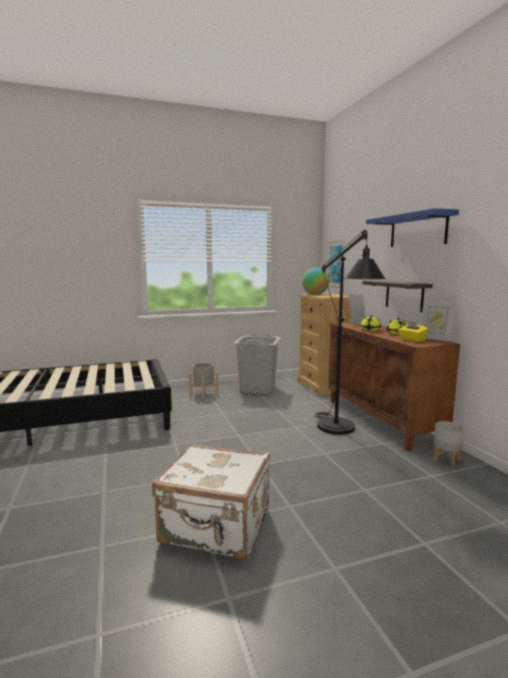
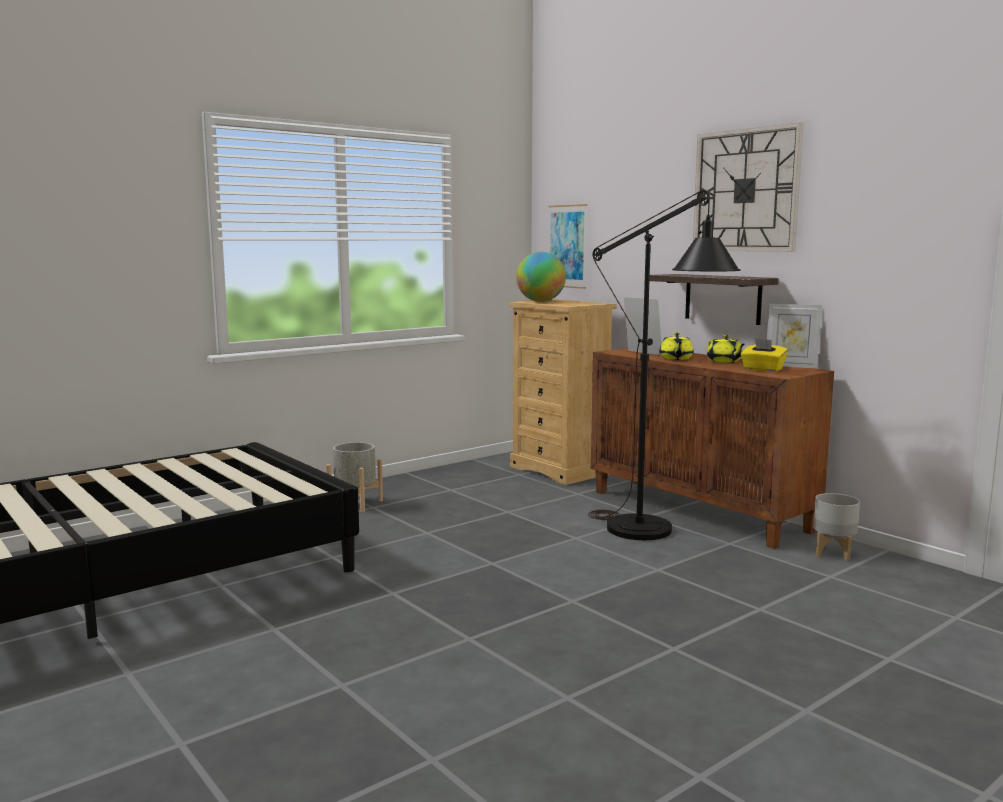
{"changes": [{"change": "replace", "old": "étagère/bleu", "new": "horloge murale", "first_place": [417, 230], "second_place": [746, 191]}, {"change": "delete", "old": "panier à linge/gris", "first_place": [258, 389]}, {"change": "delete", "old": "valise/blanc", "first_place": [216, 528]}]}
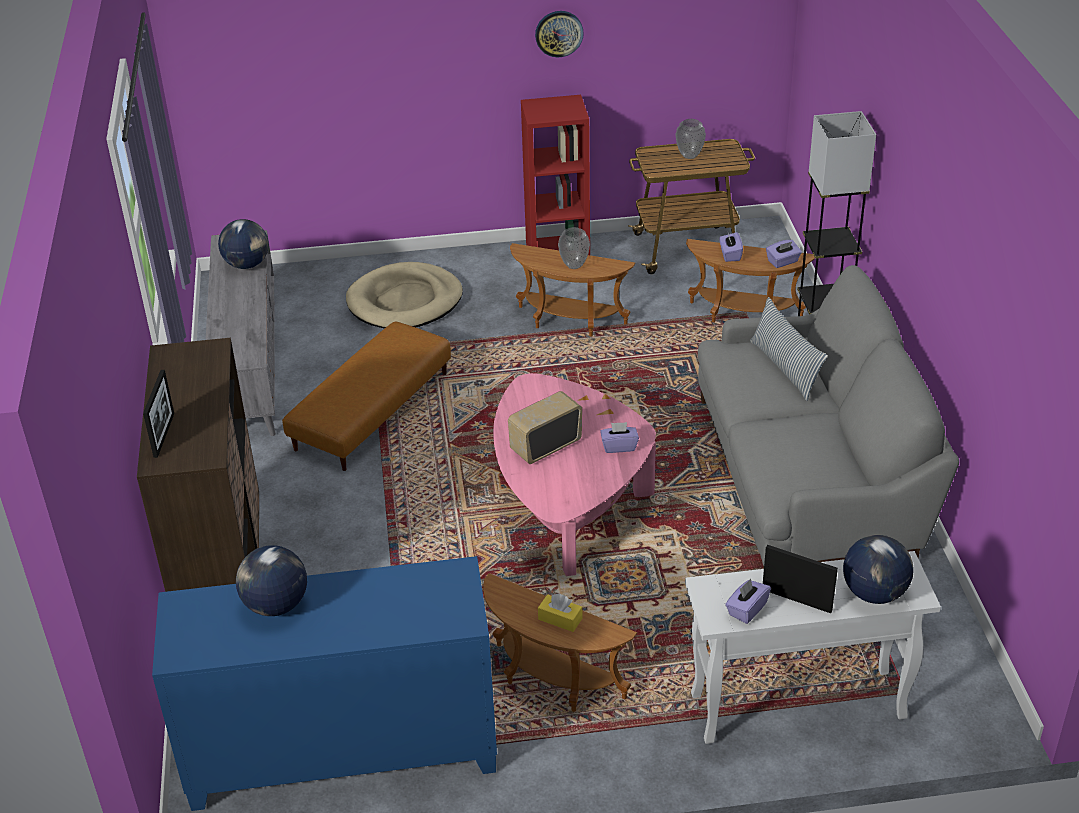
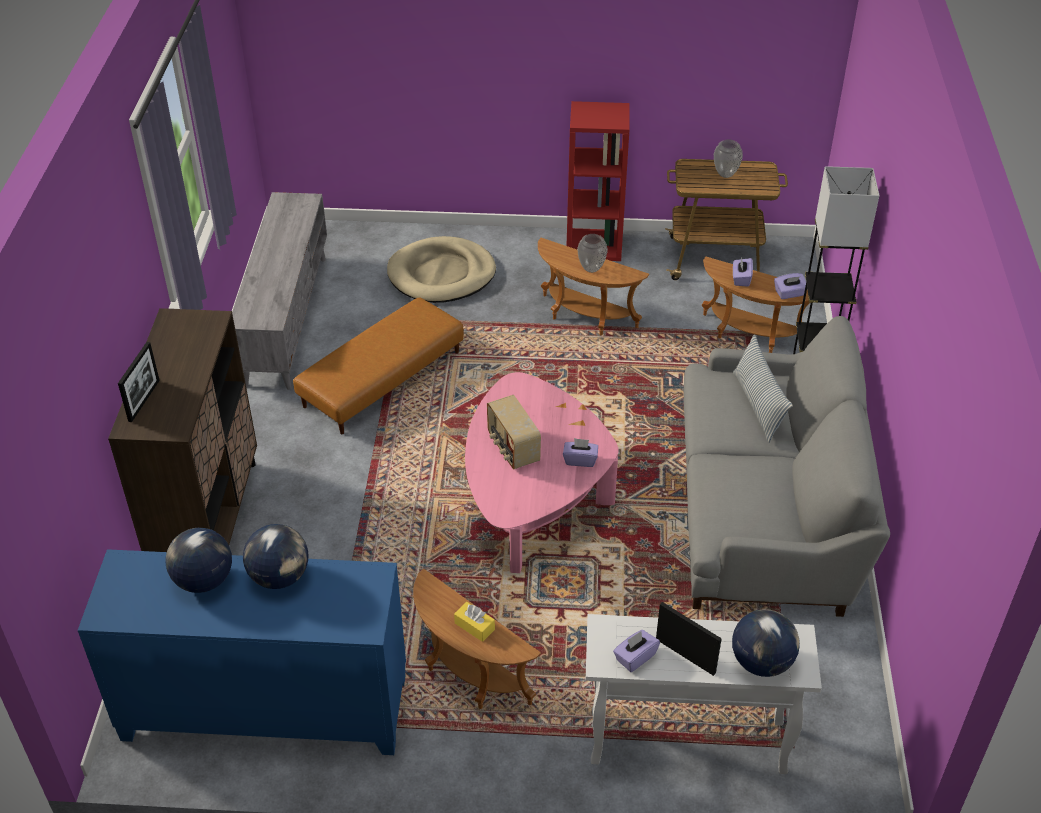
{"changes": [{"change": "delete", "old": "horloge murale", "first_place": [559, 33]}, {"change": "move", "old": "globe", "first_place": [247, 264], "second_place": [280, 577]}, {"change": "rotate", "old": "radio", "first_place": [545, 446], "second_place": [512, 448], "degrees": -90}]}
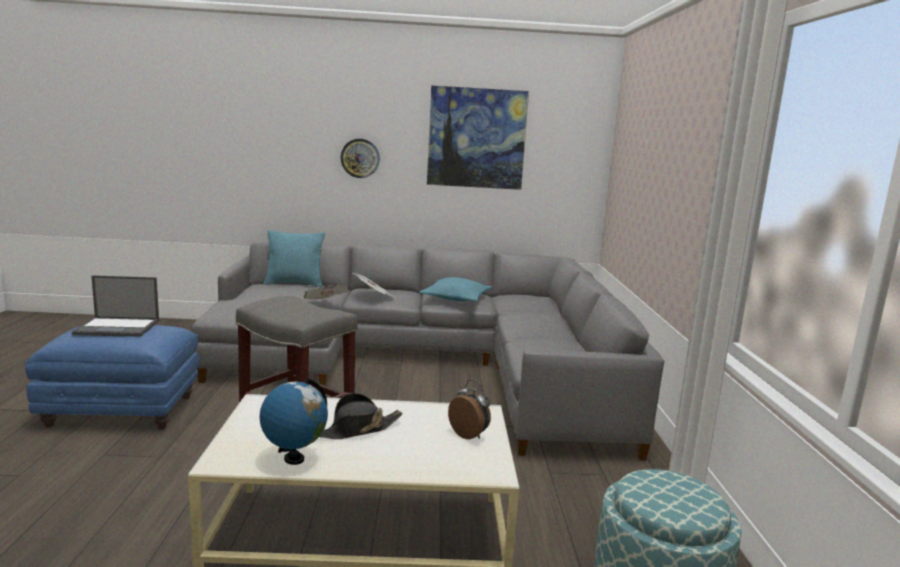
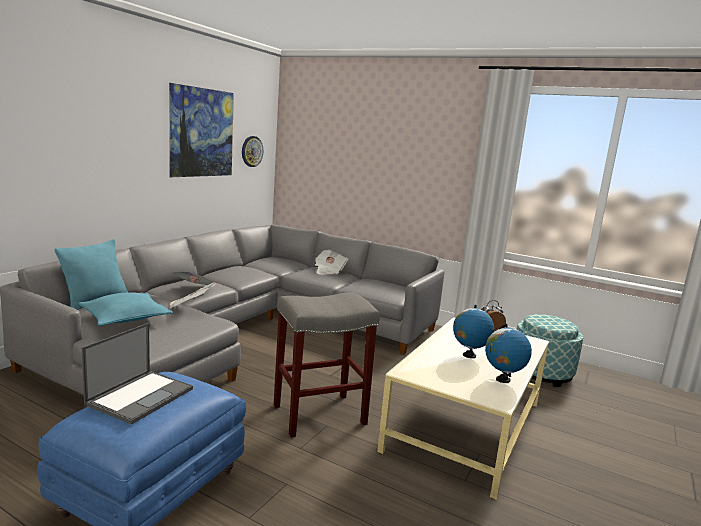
{"changes": [{"change": "move", "old": "horloge murale", "first_place": [360, 158], "second_place": [251, 151]}, {"change": "move", "old": "coussin/turquoise", "first_place": [456, 298], "second_place": [125, 318]}, {"change": "replace", "old": "chapeau/noir", "new": "globe", "first_place": [357, 429], "second_place": [469, 355]}, {"change": "insert", "new": "journal", "second_place": [329, 271]}]}
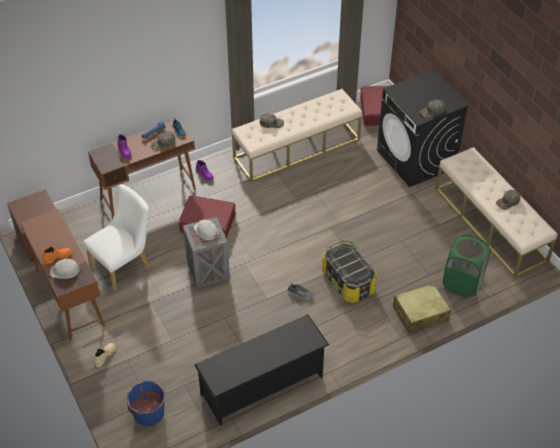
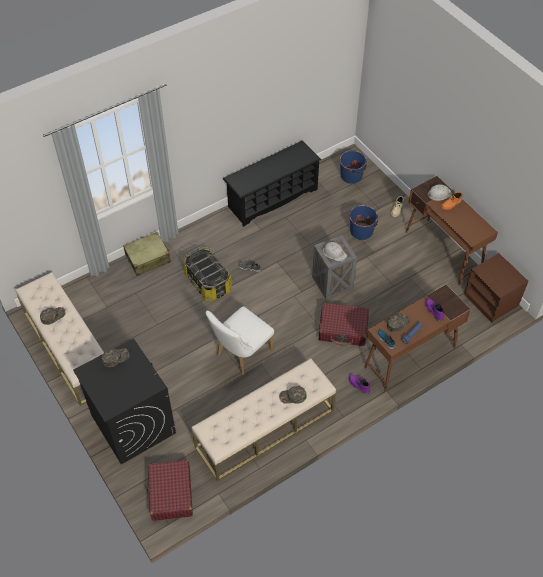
{"changes": [{"change": "move", "old": "chaise/blanc", "first_place": [124, 265], "second_place": [241, 354]}, {"change": "delete", "old": "panier à linge/vert", "first_place": [462, 283]}, {"change": "insert", "new": "seau/bleu", "second_place": [362, 231]}]}
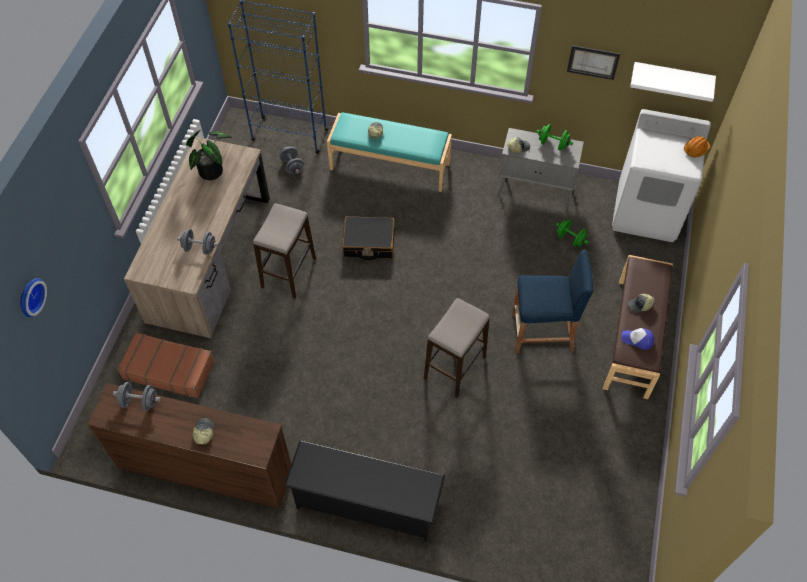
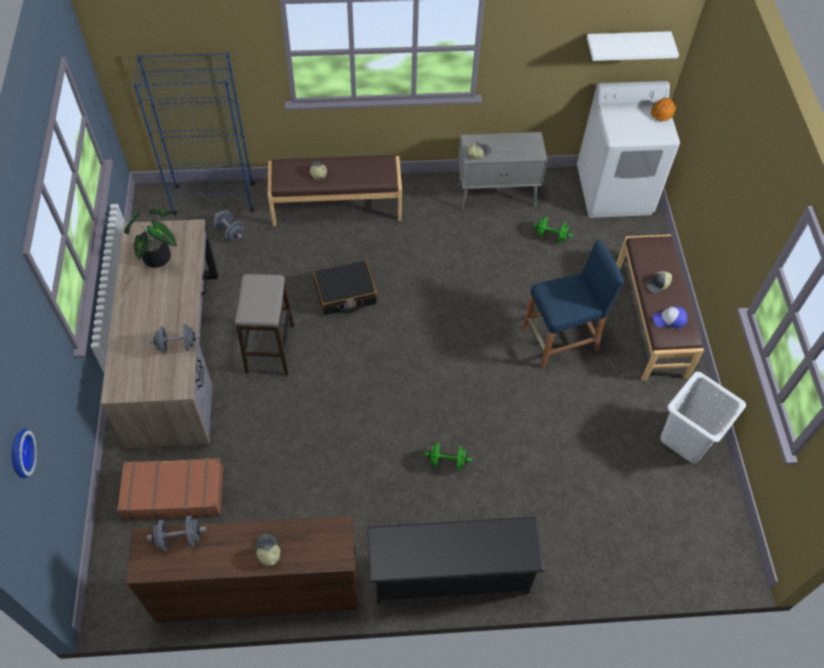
{"changes": [{"change": "delete", "old": "tableau", "first_place": [593, 62]}, {"change": "recolor", "old": "banc/turquoise", "new": "banc/marron", "first_place": [390, 166], "second_place": [336, 206]}, {"change": "move", "old": "haltère/vert", "first_place": [553, 144], "second_place": [447, 462]}, {"change": "delete", "old": "tabouret", "first_place": [455, 368]}, {"change": "insert", "new": "panier à linge/blanc", "second_place": [687, 438]}]}
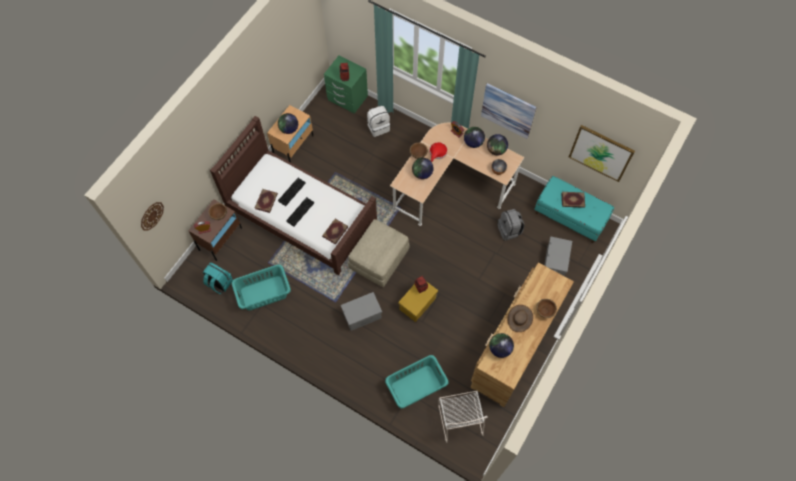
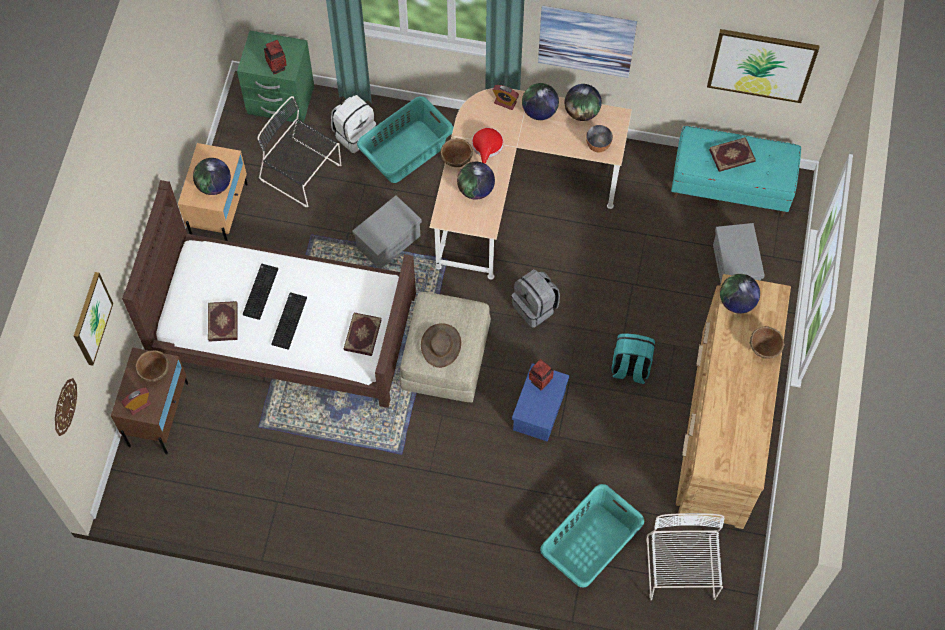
{"changes": [{"change": "move", "old": "sac à dos/gris", "first_place": [509, 230], "second_place": [535, 307]}, {"change": "move", "old": "sac à dos/turquoise", "first_place": [219, 283], "second_place": [630, 368]}, {"change": "move", "old": "panier à linge/turquoise", "first_place": [263, 293], "second_place": [405, 151]}, {"change": "recolor", "old": "boîte de rangement/jaune", "new": "boîte de rangement/bleu", "first_place": [417, 304], "second_place": [539, 411]}, {"change": "move", "old": "boîte de rangement/gris", "first_place": [362, 315], "second_place": [388, 241]}, {"change": "move", "old": "chapeau/marron", "first_place": [520, 318], "second_place": [441, 345]}, {"change": "move", "old": "globe", "first_place": [500, 349], "second_place": [737, 302]}, {"change": "rotate", "old": "chaise/blanc", "first_place": [460, 418], "second_place": [680, 571], "degrees": -150}, {"change": "insert", "new": "chaise/noir", "second_place": [302, 174]}, {"change": "insert", "new": "tableau", "second_place": [91, 318]}]}
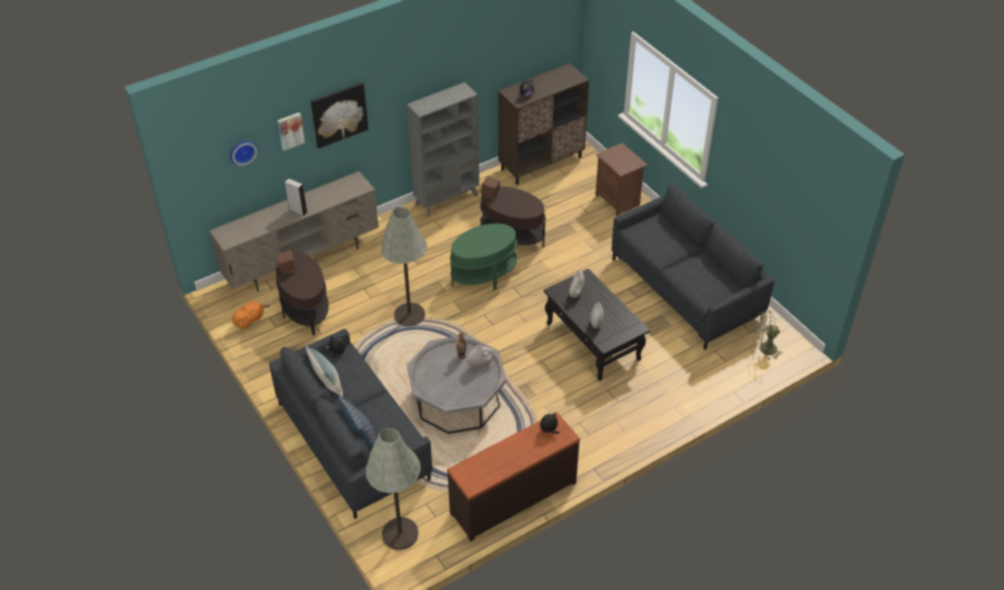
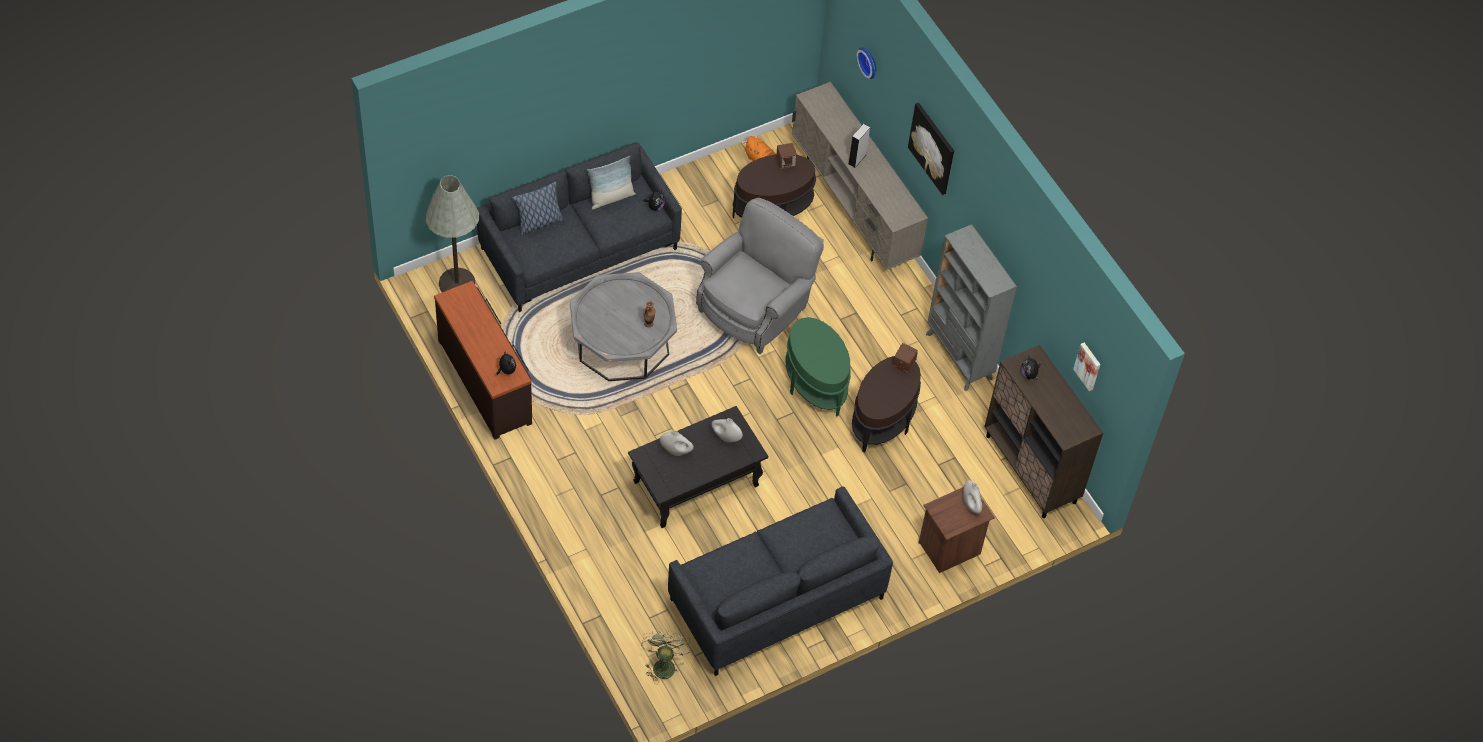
{"changes": [{"change": "move", "old": "tableau", "first_place": [290, 130], "second_place": [1088, 366]}, {"change": "replace", "old": "lampadaire/gris", "new": "fauteuil/gris", "first_place": [409, 315], "second_place": [756, 306]}, {"change": "move", "old": "vase/blanc", "first_place": [480, 365], "second_place": [971, 505]}]}
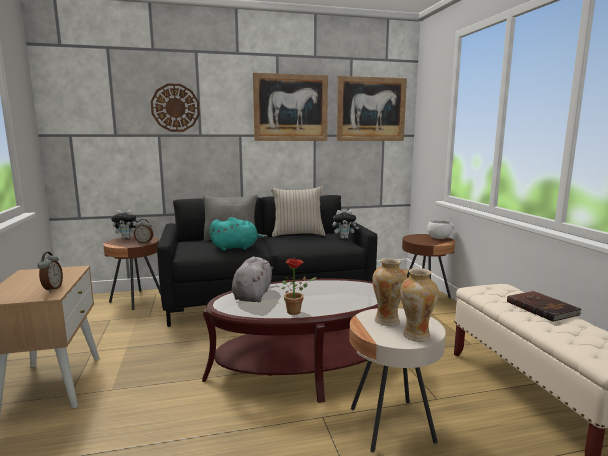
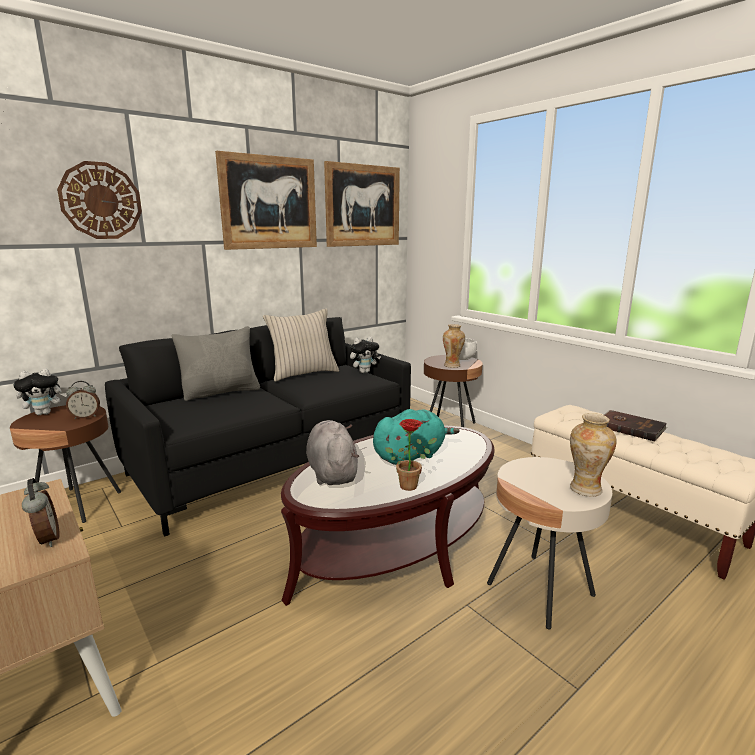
{"changes": [{"change": "move", "old": "peluche/turquoise", "first_place": [237, 248], "second_place": [411, 456]}, {"change": "move", "old": "vase", "first_place": [388, 321], "second_place": [452, 366]}]}
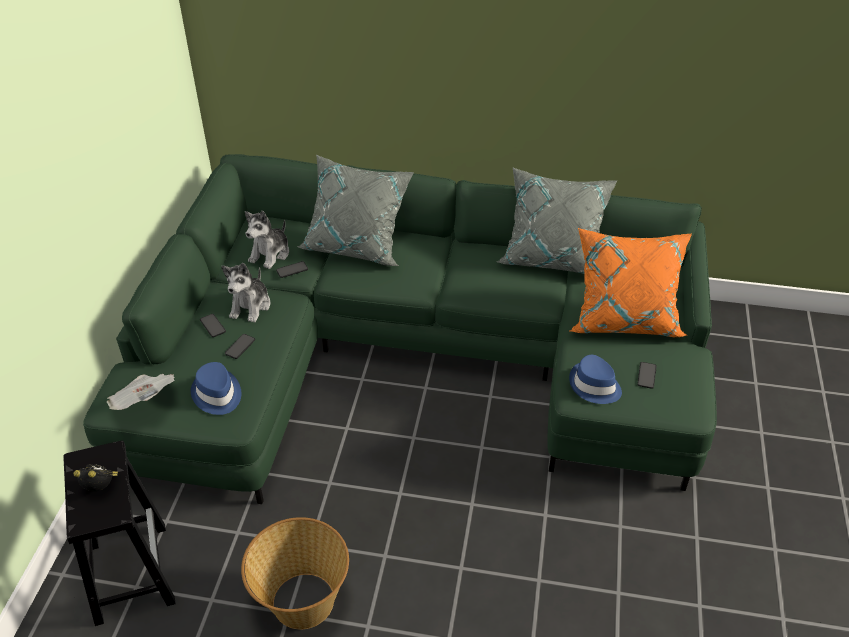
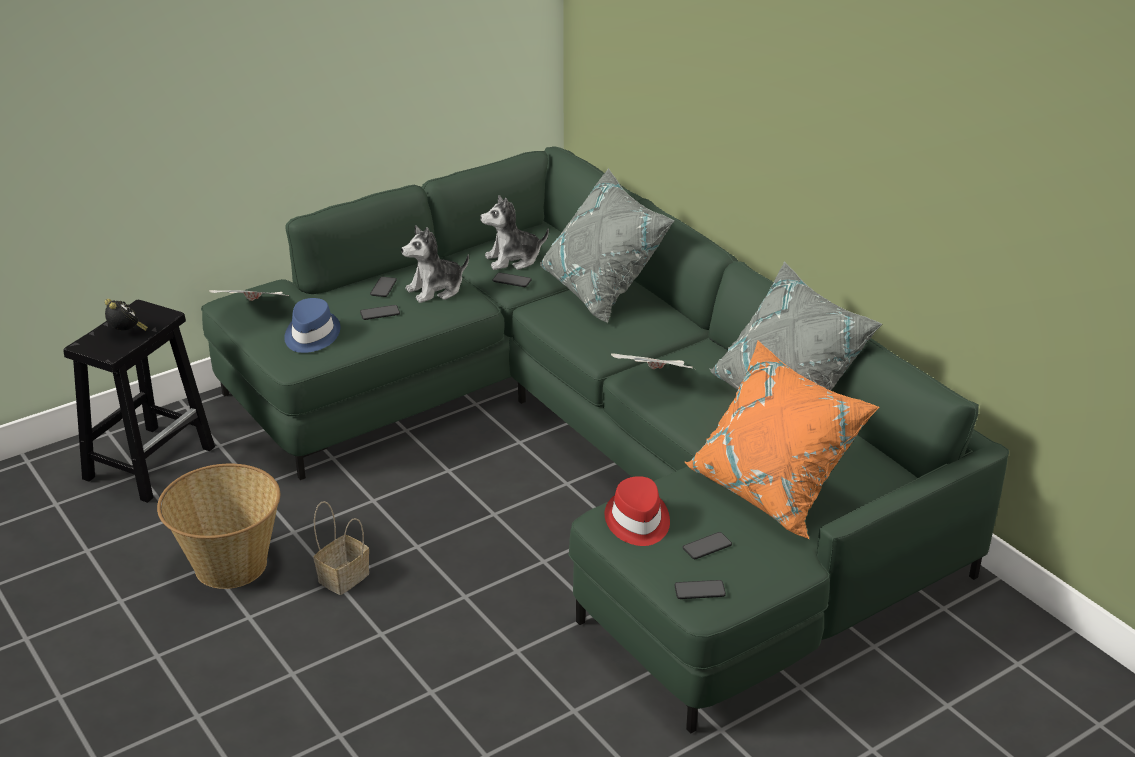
{"changes": [{"change": "recolor", "old": "chapeau/bleu", "new": "chapeau/rouge", "first_place": [594, 386], "second_place": [637, 521]}, {"change": "insert", "new": "journal", "second_place": [655, 380]}, {"change": "insert", "new": "panier", "second_place": [344, 576]}, {"change": "insert", "new": "téléphone", "second_place": [699, 590]}]}
